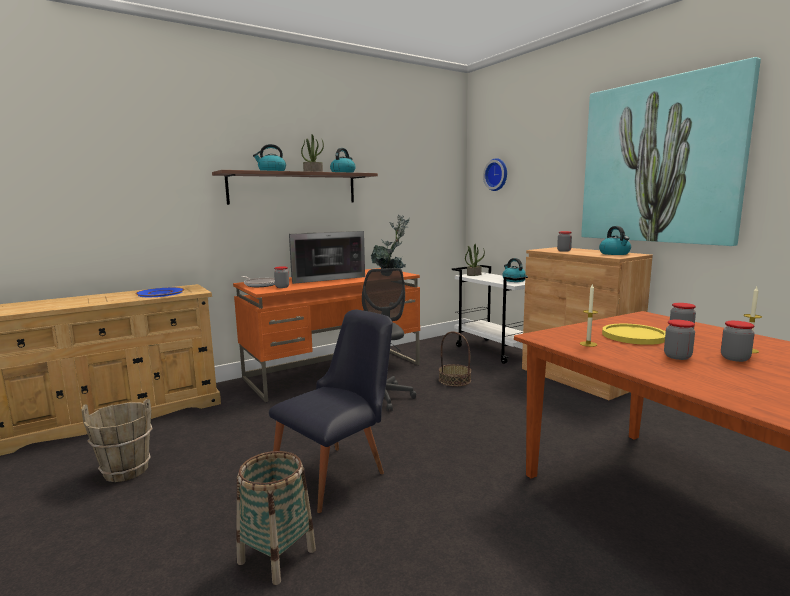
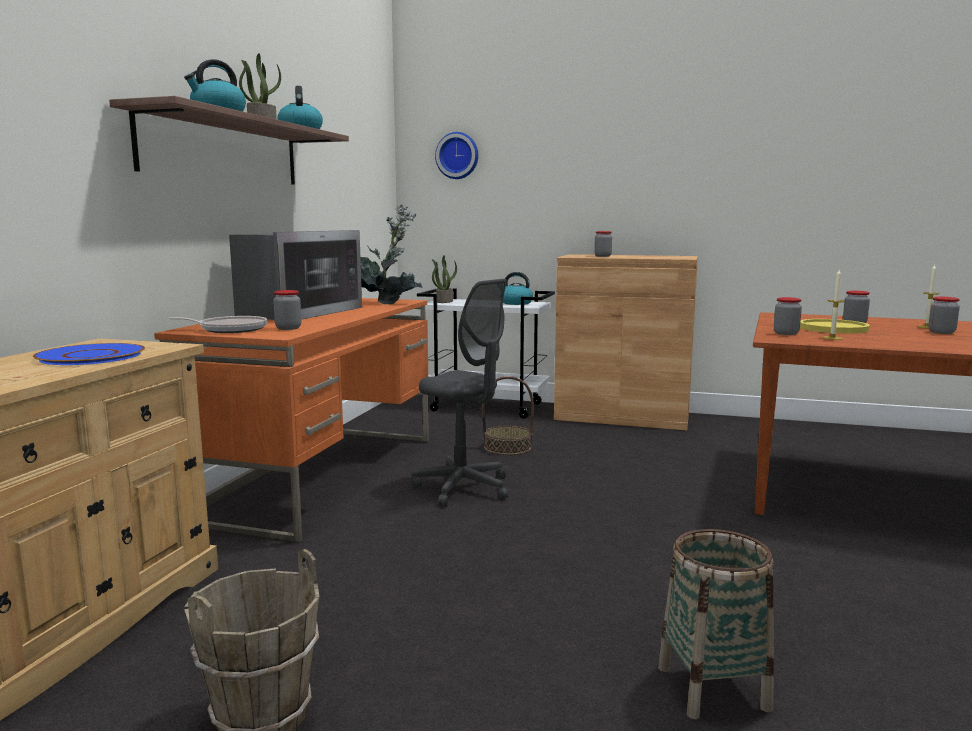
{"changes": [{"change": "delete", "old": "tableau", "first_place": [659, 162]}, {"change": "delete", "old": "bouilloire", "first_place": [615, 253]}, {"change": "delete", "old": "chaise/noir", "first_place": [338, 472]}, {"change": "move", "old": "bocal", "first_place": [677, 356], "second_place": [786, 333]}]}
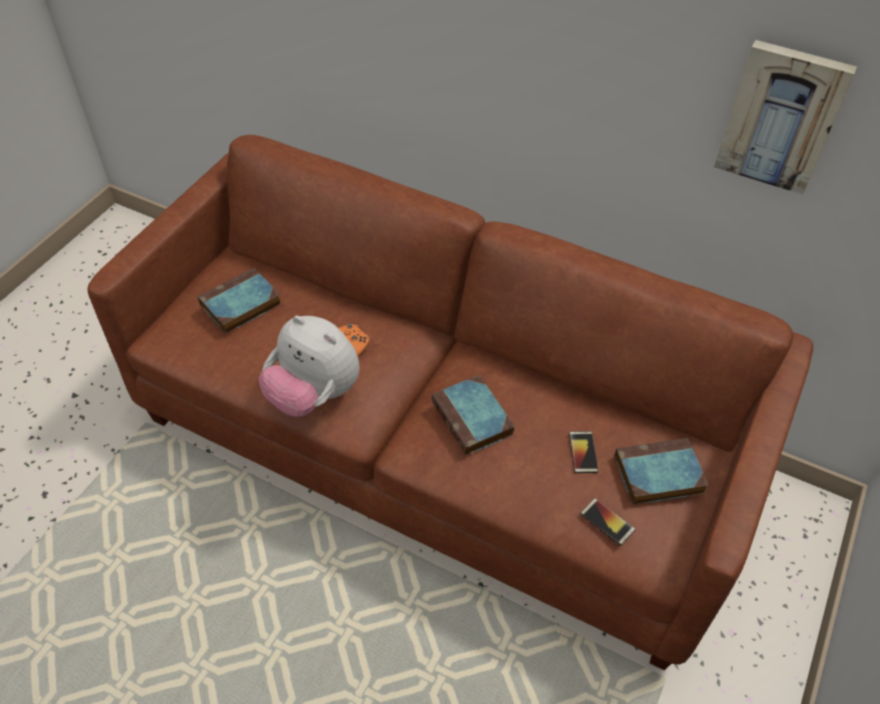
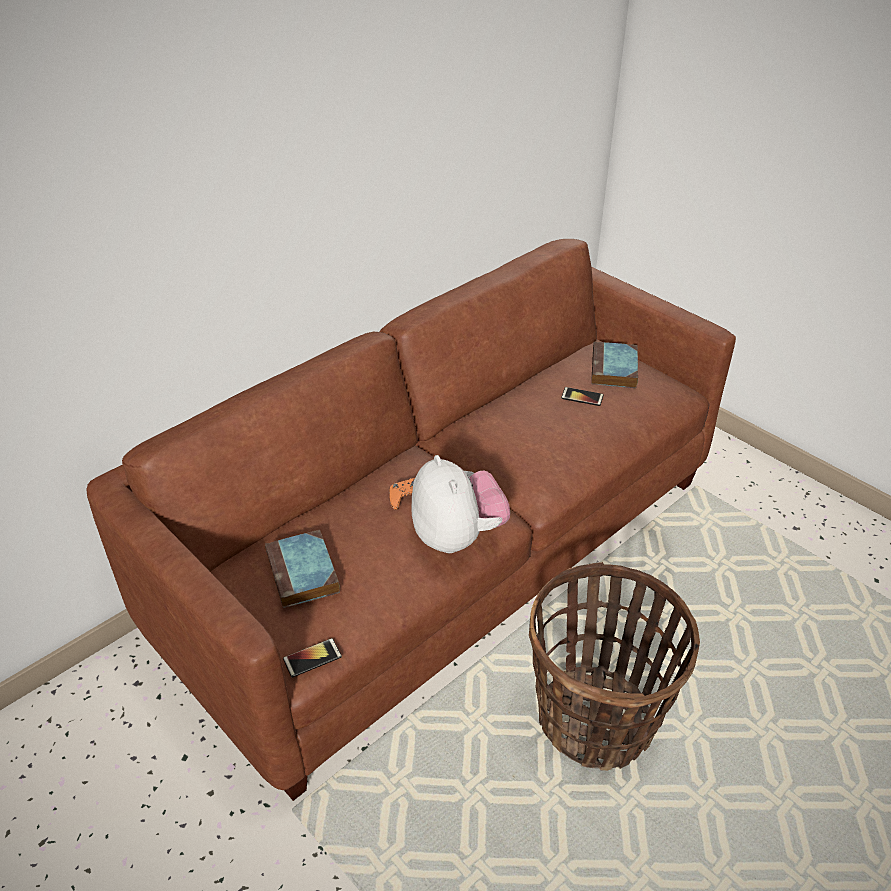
{"changes": [{"change": "delete", "old": "tableau", "first_place": [782, 116]}, {"change": "rotate", "old": "peluche", "first_place": [313, 395], "second_place": [458, 537], "degrees": -75}, {"change": "delete", "old": "livre", "first_place": [473, 420]}, {"change": "move", "old": "téléphone", "first_place": [607, 522], "second_place": [312, 658]}, {"change": "insert", "new": "panier", "second_place": [596, 719]}]}
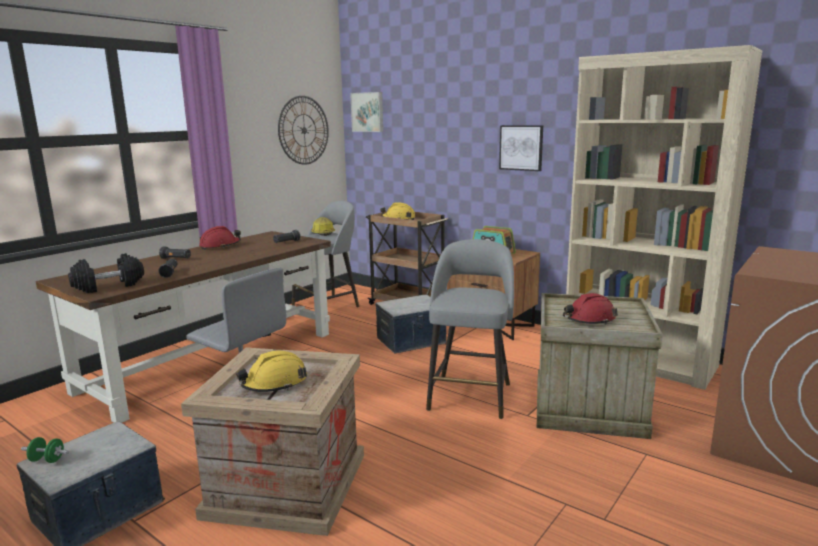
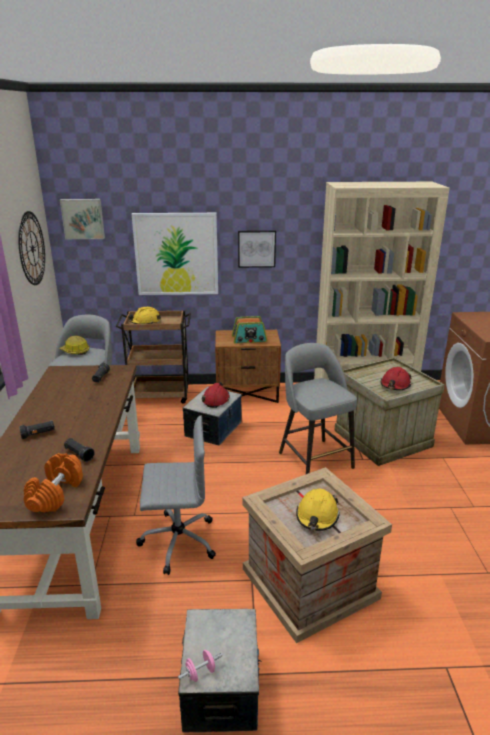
{"changes": [{"change": "move", "old": "casque de chantier/rouge", "first_place": [220, 246], "second_place": [216, 400]}, {"change": "recolor", "old": "haltère/noir", "new": "haltère/orange", "first_place": [109, 286], "second_place": [56, 493]}, {"change": "recolor", "old": "haltère/vert", "new": "haltère/rose", "first_place": [47, 460], "second_place": [200, 672]}, {"change": "insert", "new": "tableau", "second_place": [176, 254]}]}
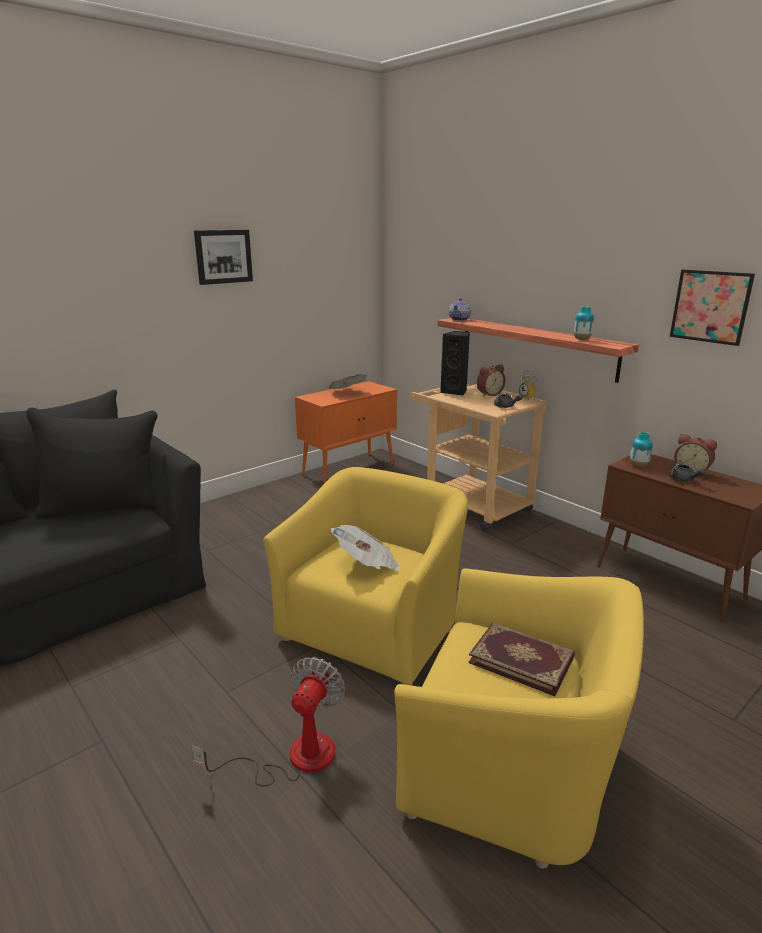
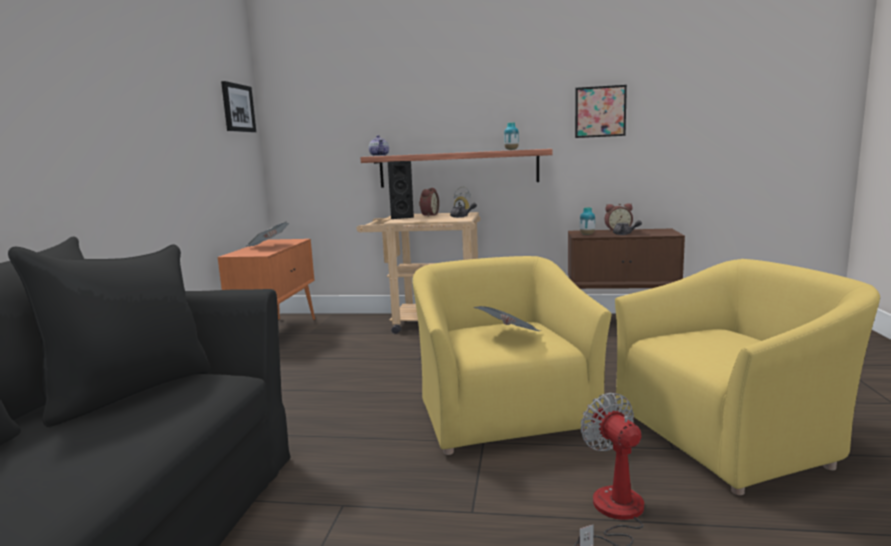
{"changes": [{"change": "move", "old": "tableau", "first_place": [223, 256], "second_place": [237, 108]}, {"change": "delete", "old": "livre", "first_place": [521, 659]}]}
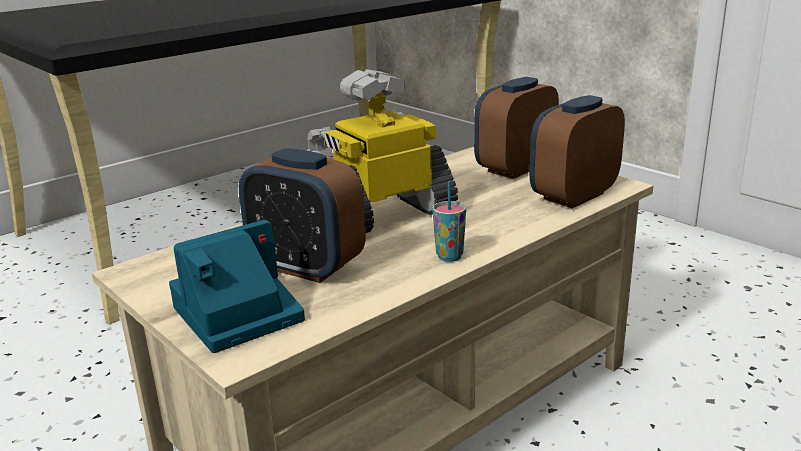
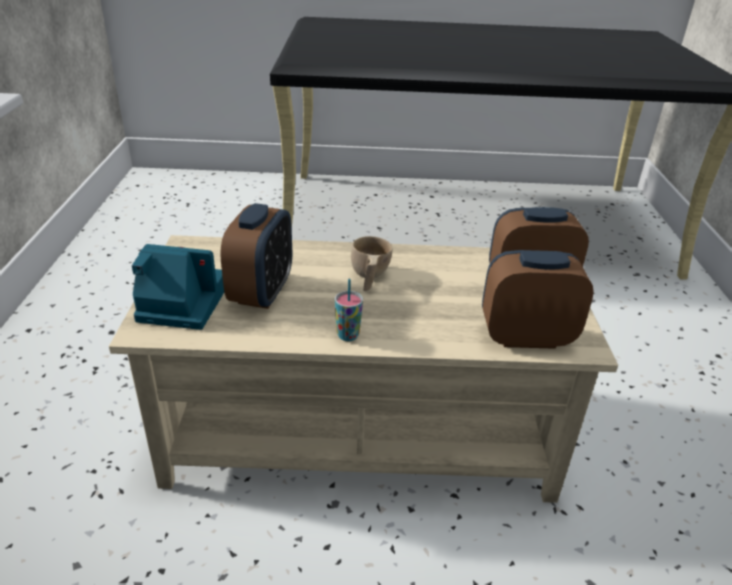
{"changes": [{"change": "replace", "old": "robot jouet", "new": "tasse/beige", "first_place": [384, 214], "second_place": [369, 278]}, {"change": "rotate", "old": "réveil", "first_place": [306, 267], "second_place": [261, 293], "degrees": -150}]}
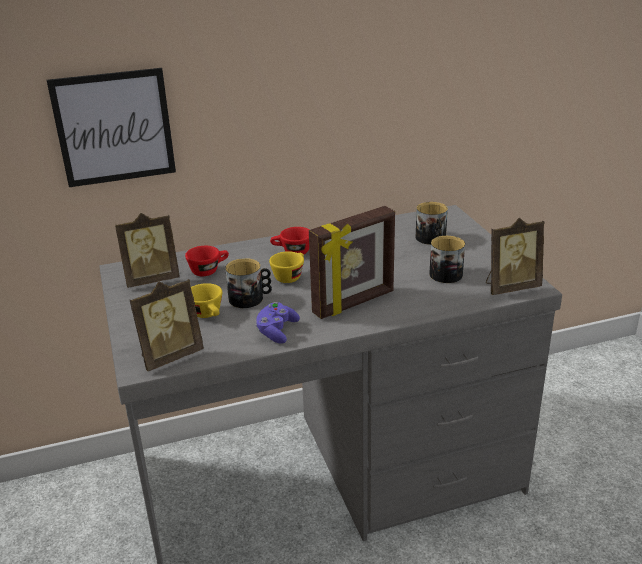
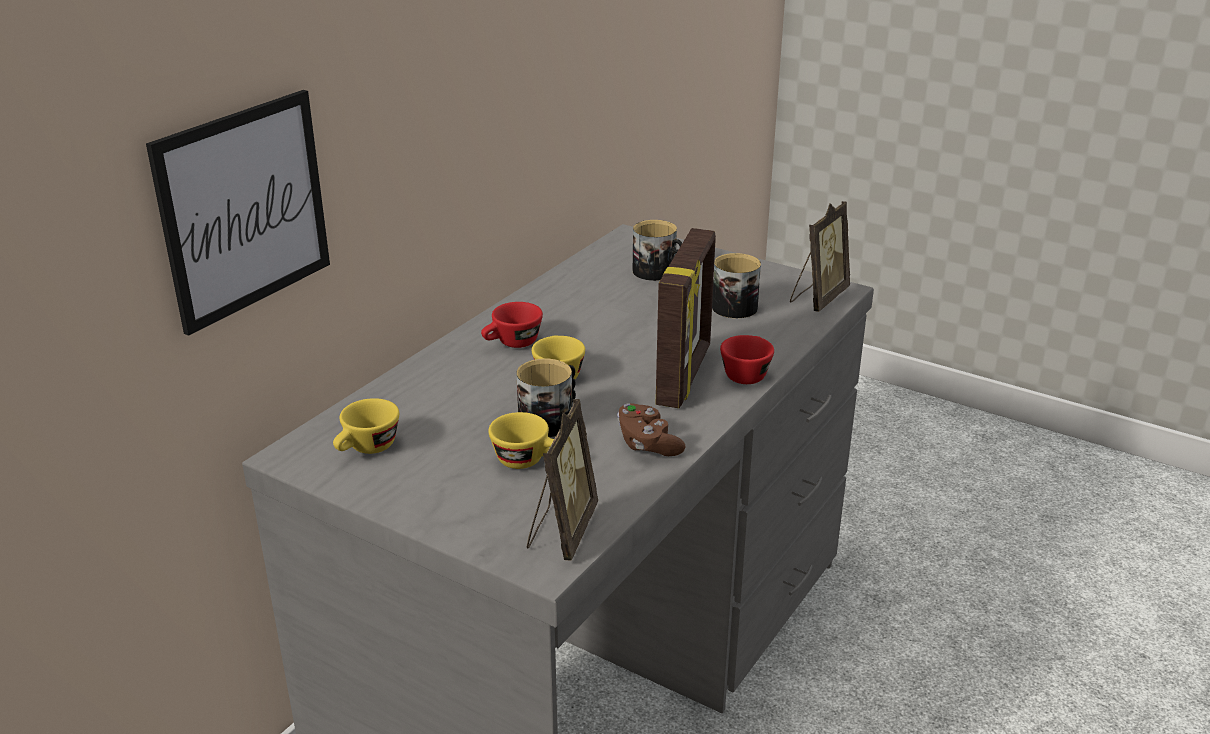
{"changes": [{"change": "replace", "old": "cadre photo", "new": "tasse/jaune", "first_place": [152, 279], "second_place": [367, 449]}, {"change": "move", "old": "tasse/rouge", "first_place": [209, 270], "second_place": [746, 373]}, {"change": "recolor", "old": "manette/violet", "new": "manette/marron", "first_place": [277, 331], "second_place": [647, 444]}]}
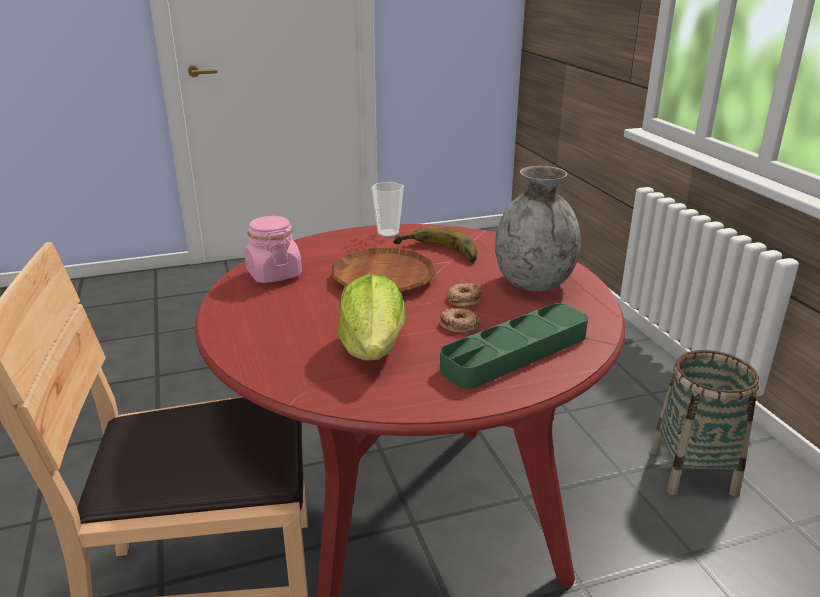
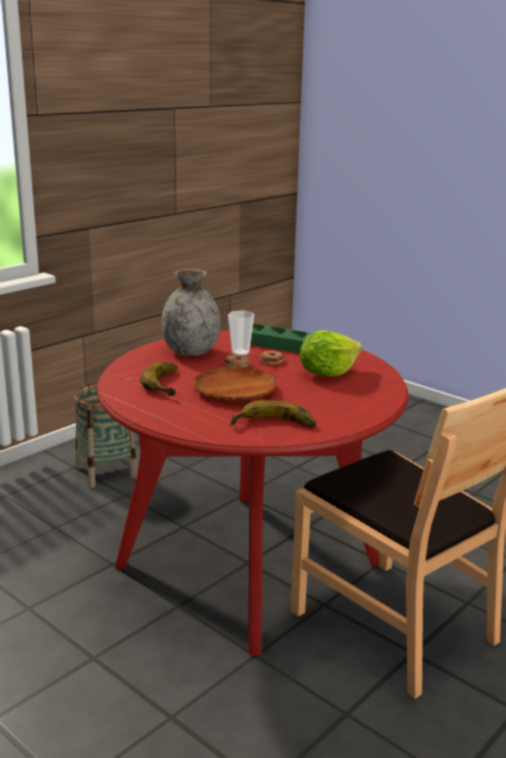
{"changes": [{"change": "move", "old": "tasse", "first_place": [388, 233], "second_place": [240, 353]}, {"change": "replace", "old": "bocal/rose", "new": "banane", "first_place": [274, 274], "second_place": [274, 426]}]}
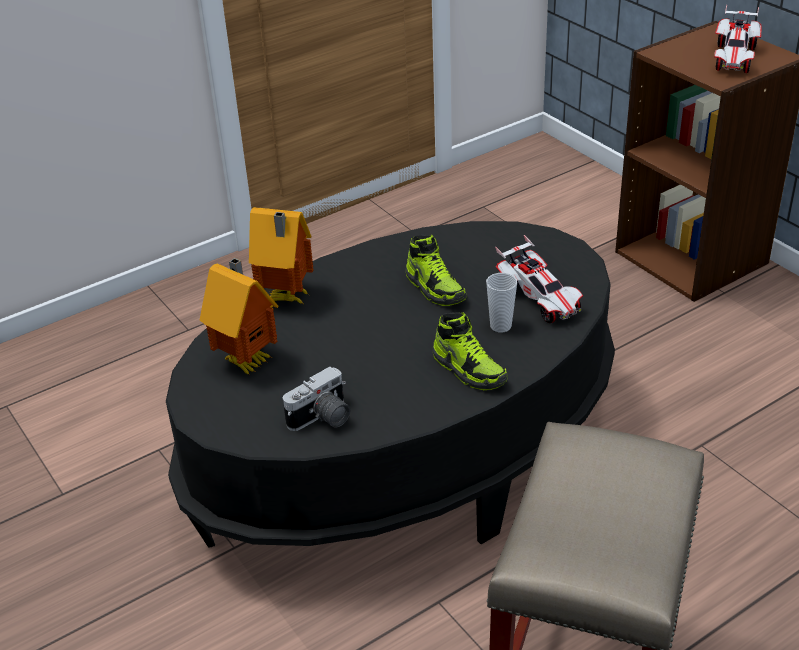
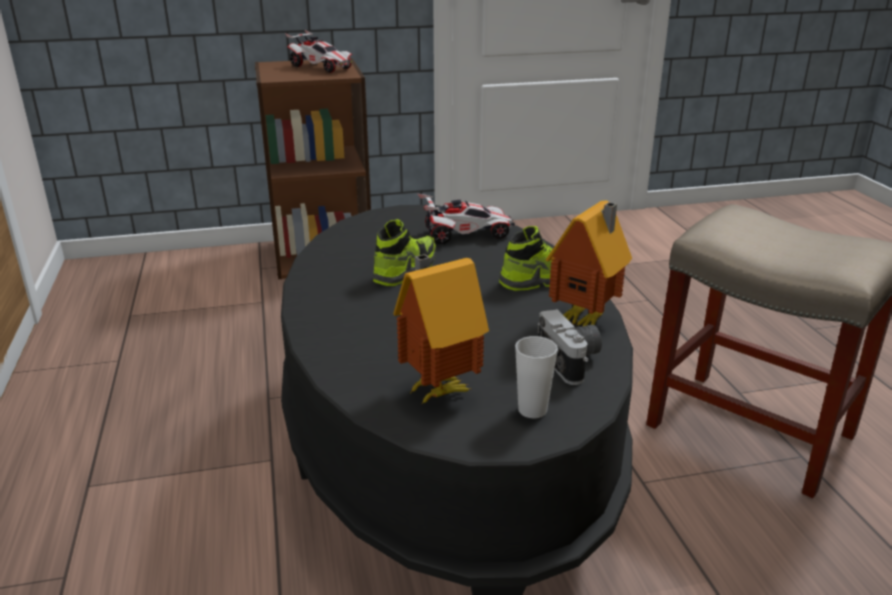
{"changes": [{"change": "move", "old": "maison miniature", "first_place": [286, 299], "second_place": [586, 321]}, {"change": "rotate", "old": "chaussure", "first_place": [435, 288], "second_place": [405, 270], "degrees": -45}, {"change": "move", "old": "tasse", "first_place": [500, 326], "second_place": [532, 410]}]}
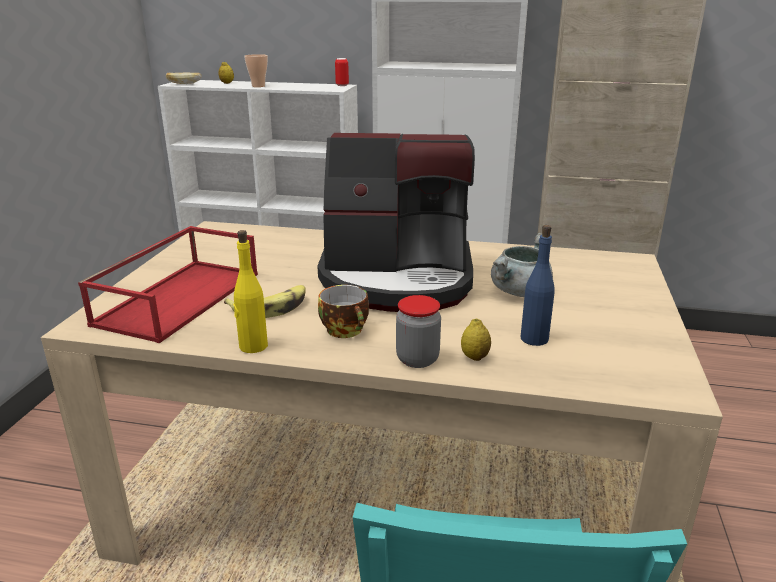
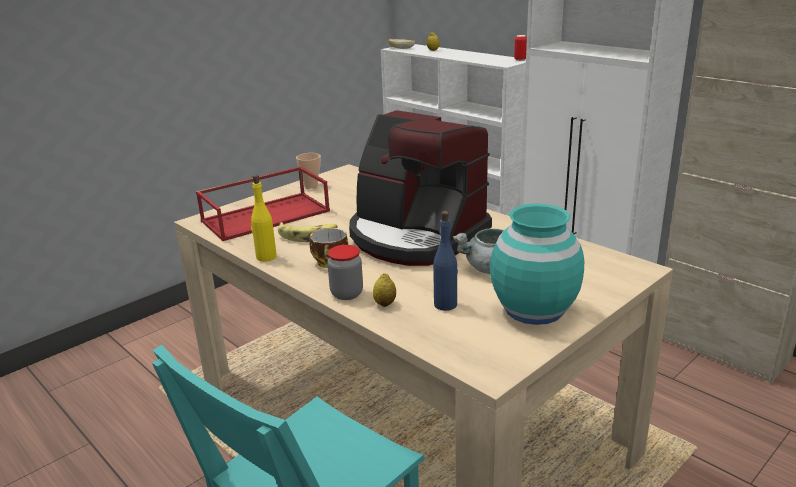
{"changes": [{"change": "move", "old": "tasse", "first_place": [258, 86], "second_place": [311, 186]}, {"change": "insert", "new": "vase/turquoise", "second_place": [534, 309]}]}
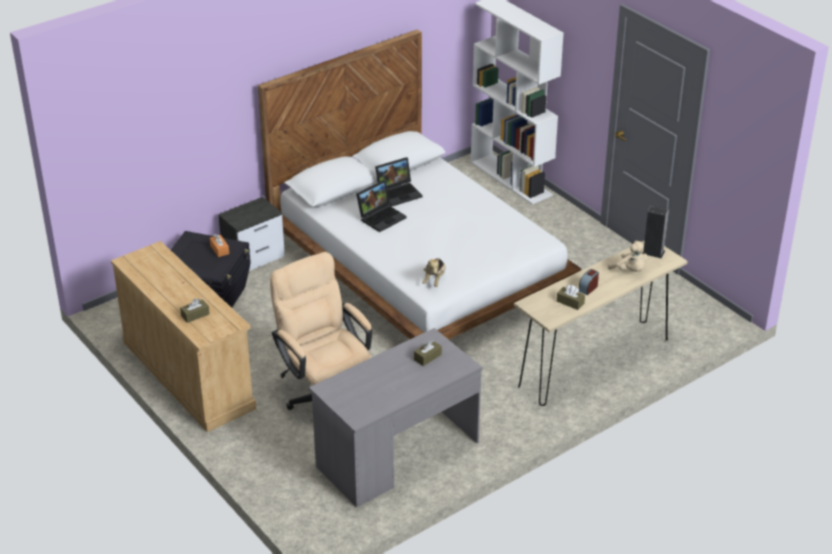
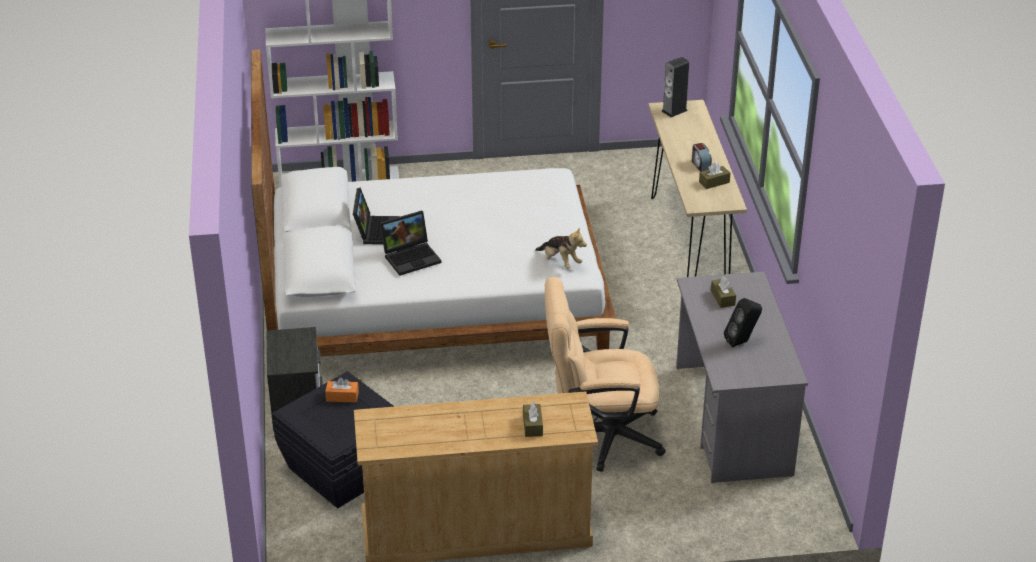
{"changes": [{"change": "rotate", "old": "ordinateur portable", "first_place": [381, 217], "second_place": [412, 256], "degrees": 75}, {"change": "delete", "old": "peluche/beige", "first_place": [630, 271]}, {"change": "insert", "new": "enceinte/noir", "second_place": [742, 342]}]}
